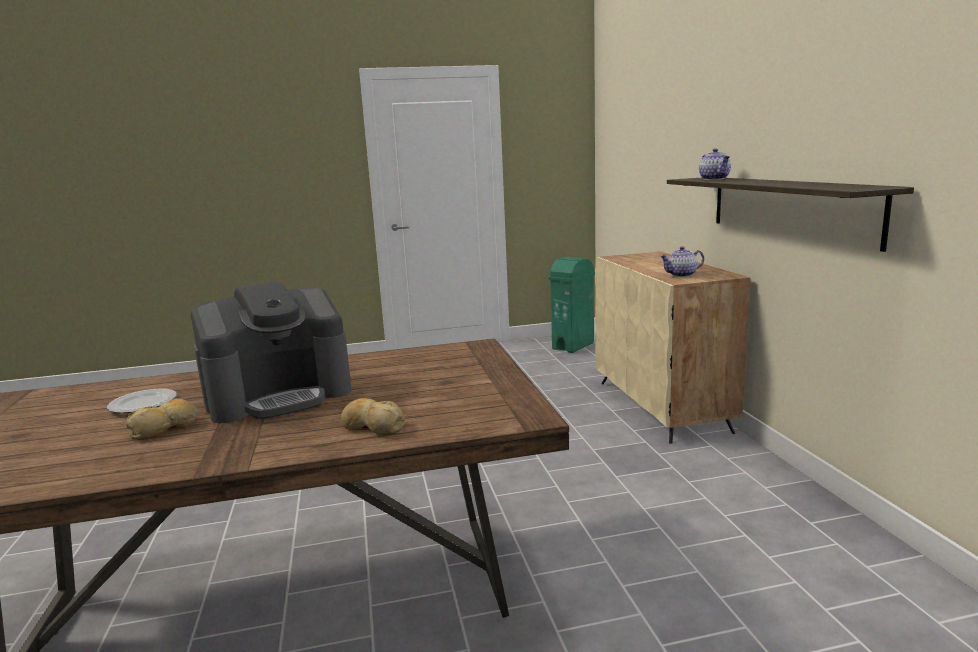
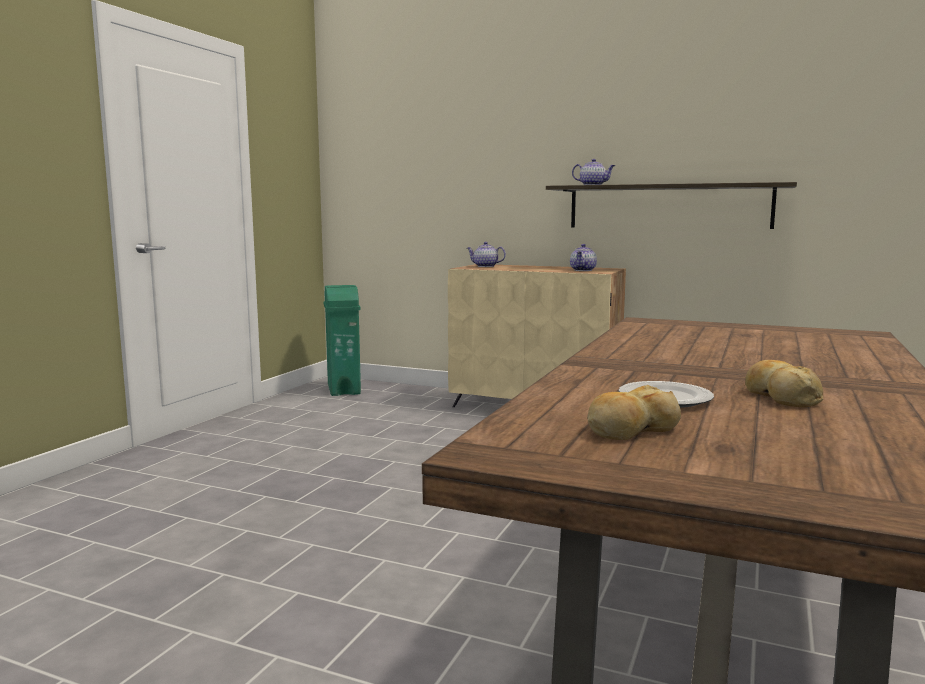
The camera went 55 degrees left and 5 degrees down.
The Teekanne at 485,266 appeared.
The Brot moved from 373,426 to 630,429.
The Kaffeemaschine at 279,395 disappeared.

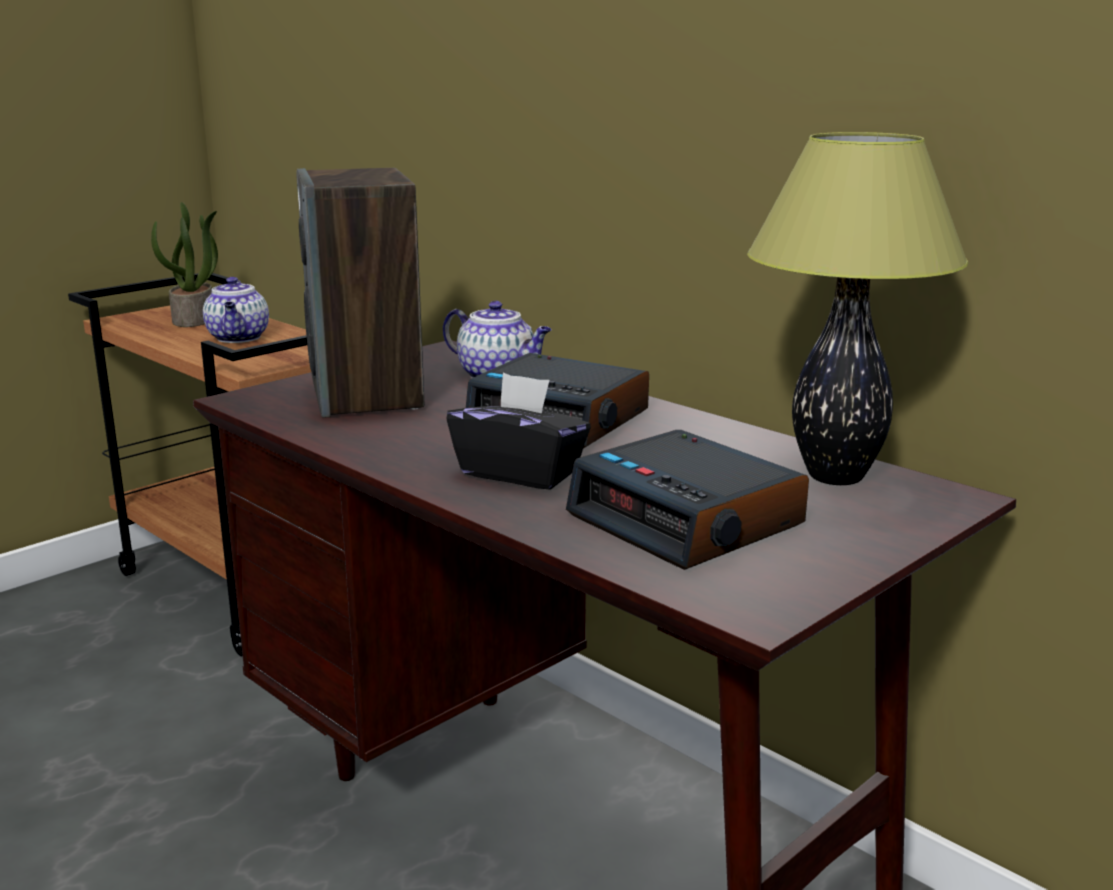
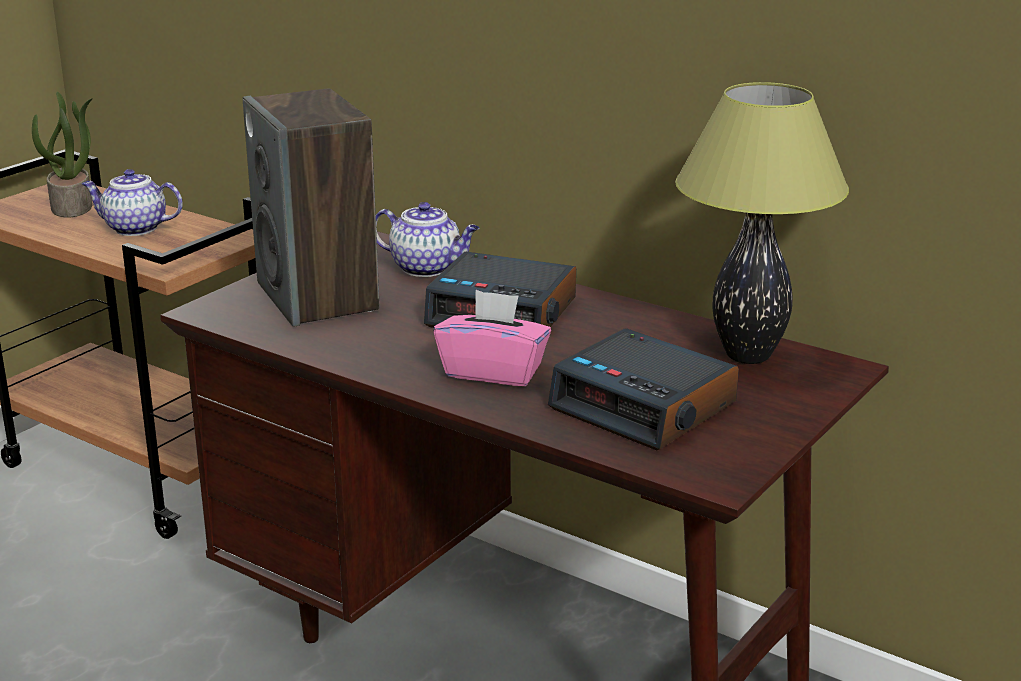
The camera went 10 degrees left and 5 degrees up.
The Teekanne at 239,338 turned 120 degrees clockwise.
The Taschentuchbox/schwarz at 520,473 became the Taschentuchbox/rosa at 493,371.

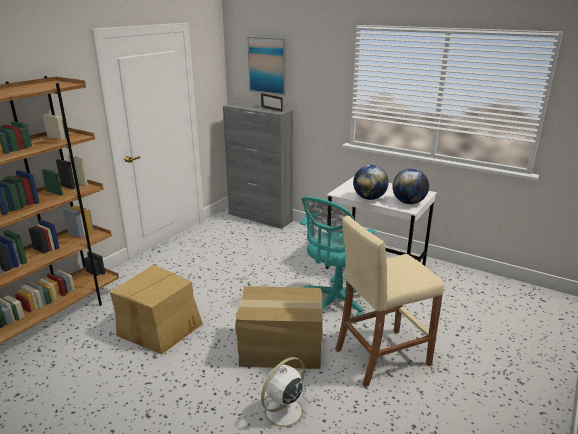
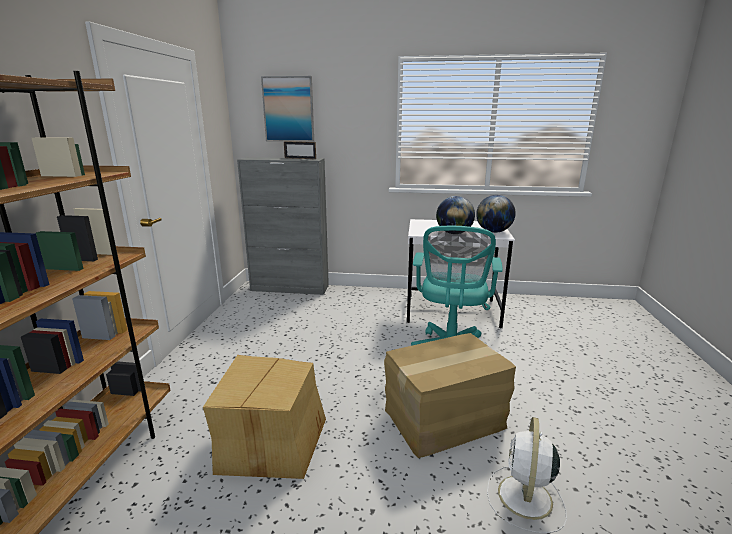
The camera went 25 degrees left and 5 degrees down.
The Hocker/beige at 381,357 disappeared.

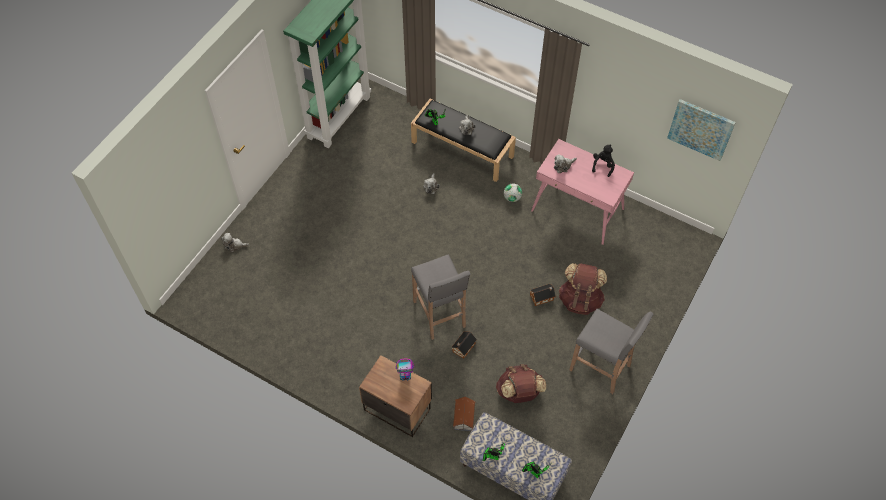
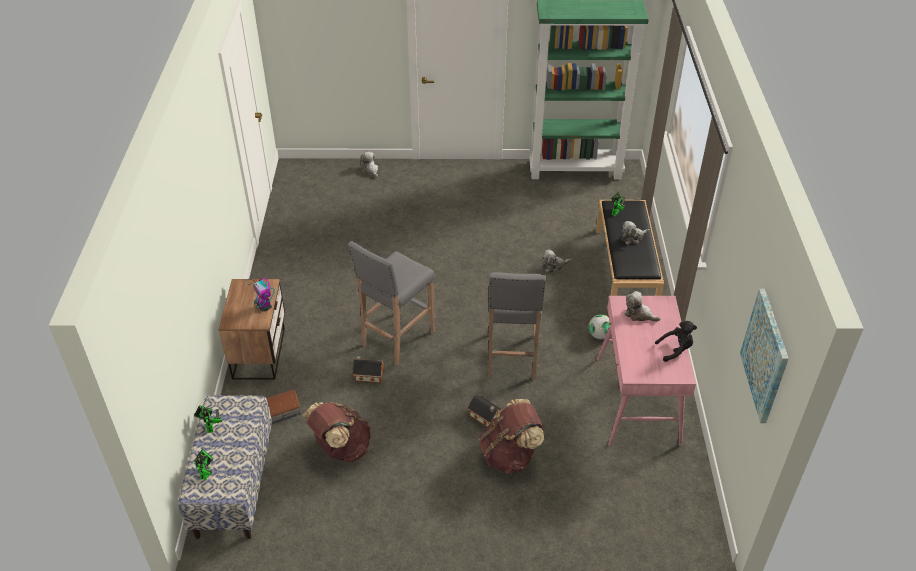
The camera went 60 degrees right and 15 degrees down.
The Hocker/grau moved from 601,368 to 511,357.

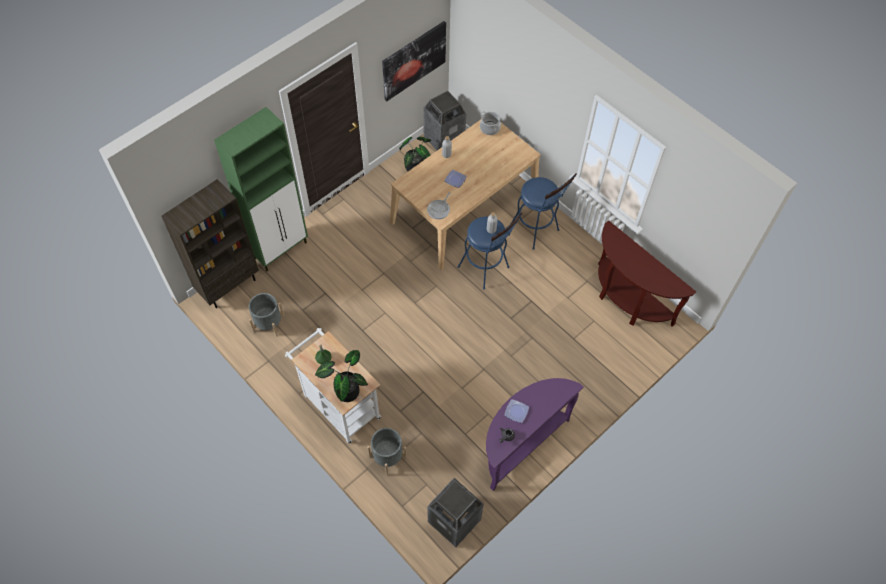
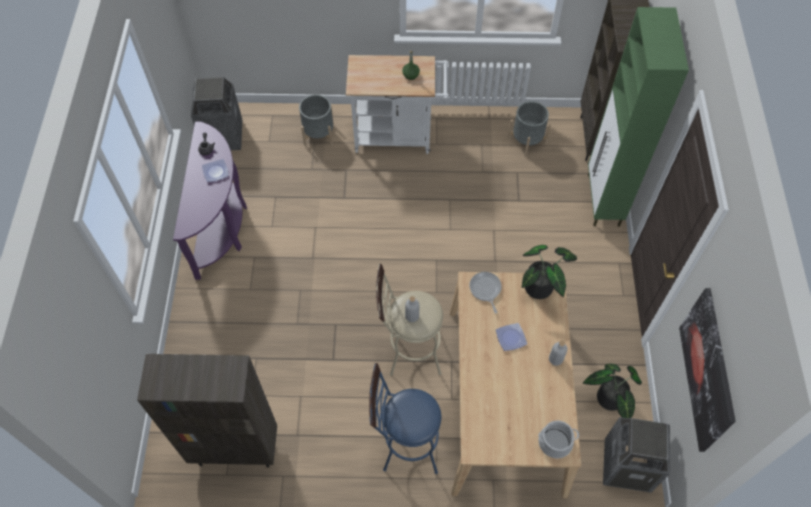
The camera went 135 degrees right and 0 degrees up.
The Konsolentisch/braun at 627,300 was replaced by the Bücherregal/braun at 235,451.
The Hocker/blau at 486,269 became the Hocker/beige at 409,352.
The Topfpflanze moved from 345,389 to 542,287.

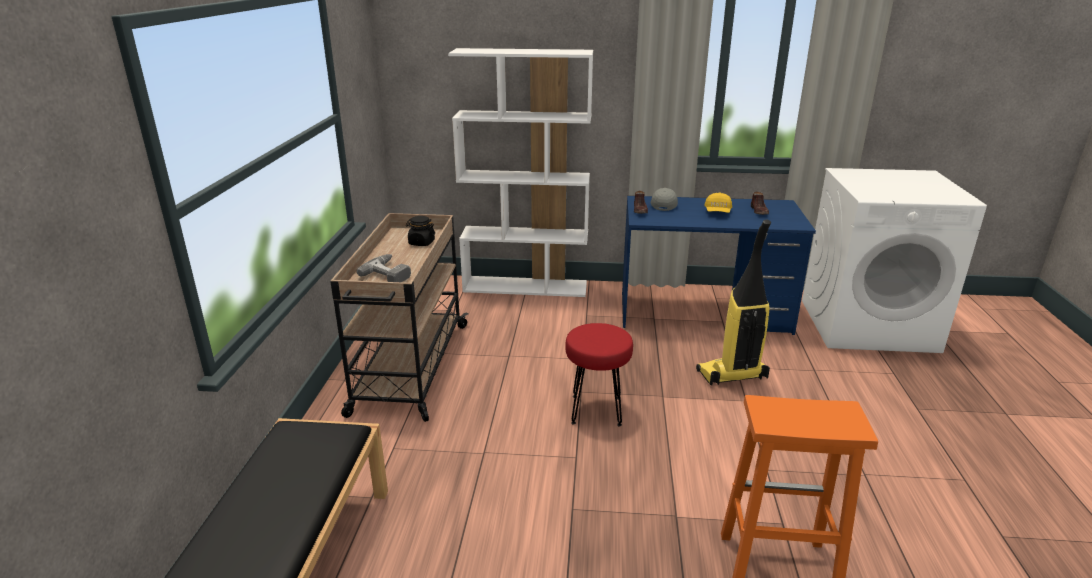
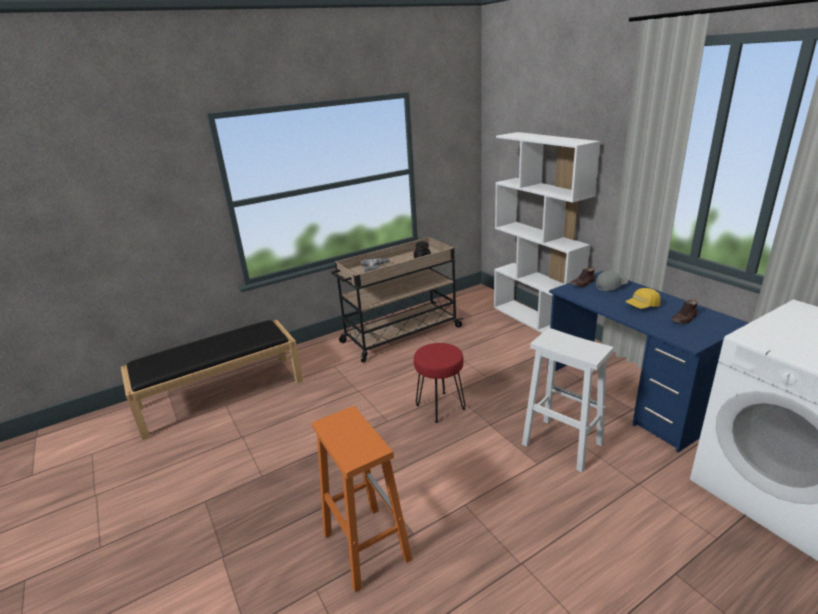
The camera went 55 degrees right and 0 degrees up.
The Staubsauger at 731,375 was replaced by the Hocker/weiß at 561,443.

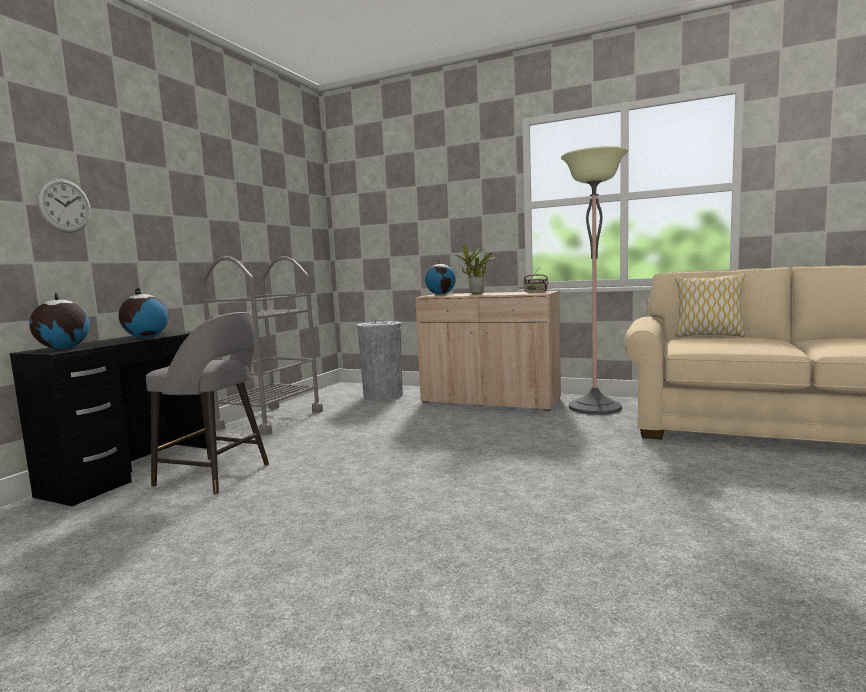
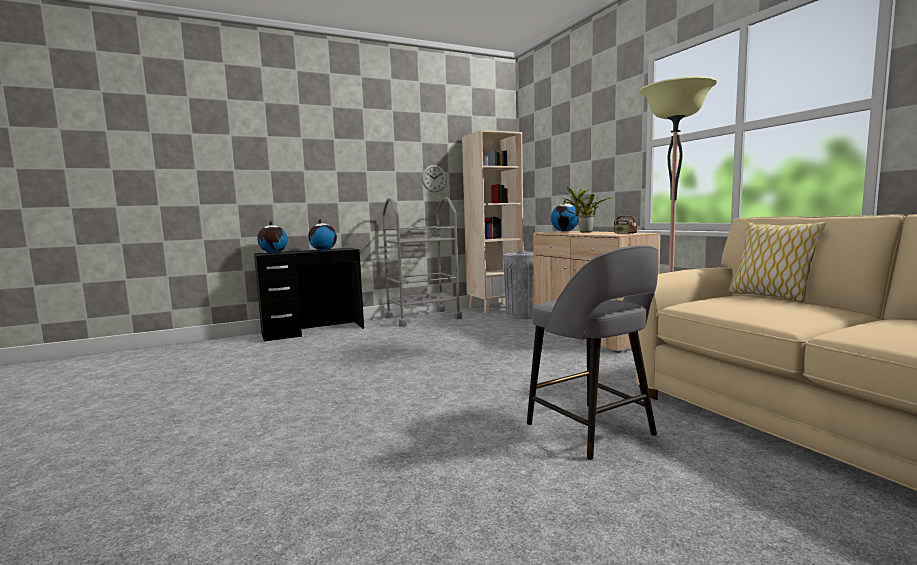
The camera went 40 degrees right and 0 degrees up.
The Wanduhr moved from 64,205 to 434,178.
The Bücherregal/beige at 495,308 appeared.
The Hocker/grau moved from 215,475 to 592,431.

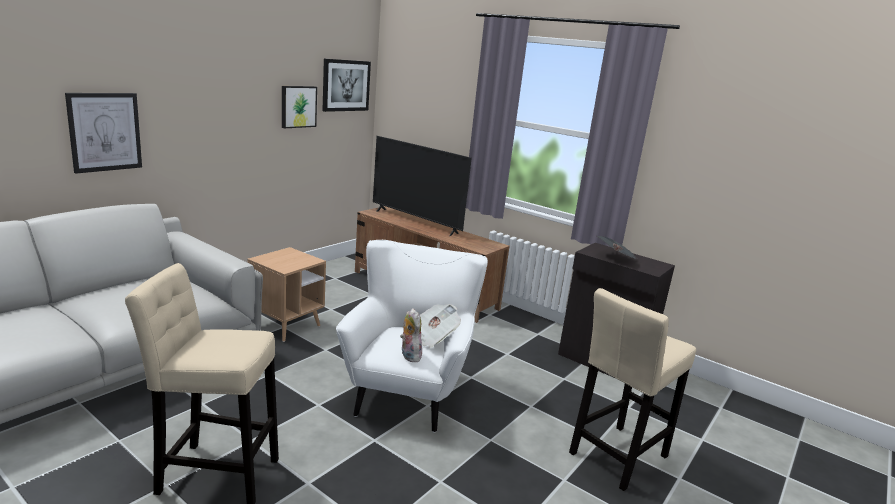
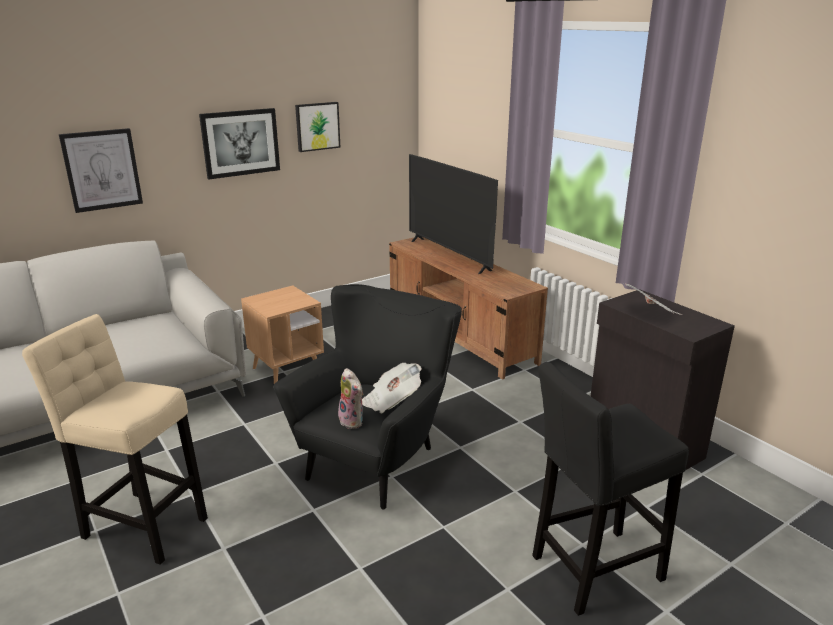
The camera went 20 degrees right and 5 degrees up.
The Bild moved from 346,85 to 240,143.
The Sessel/weiß at 408,392 became the Sessel/schwarz at 378,458.
The Plüschtier at 409,356 turned 150 degrees clockwise.
The Hocker/beige at 615,457 became the Hocker/schwarz at 591,571.

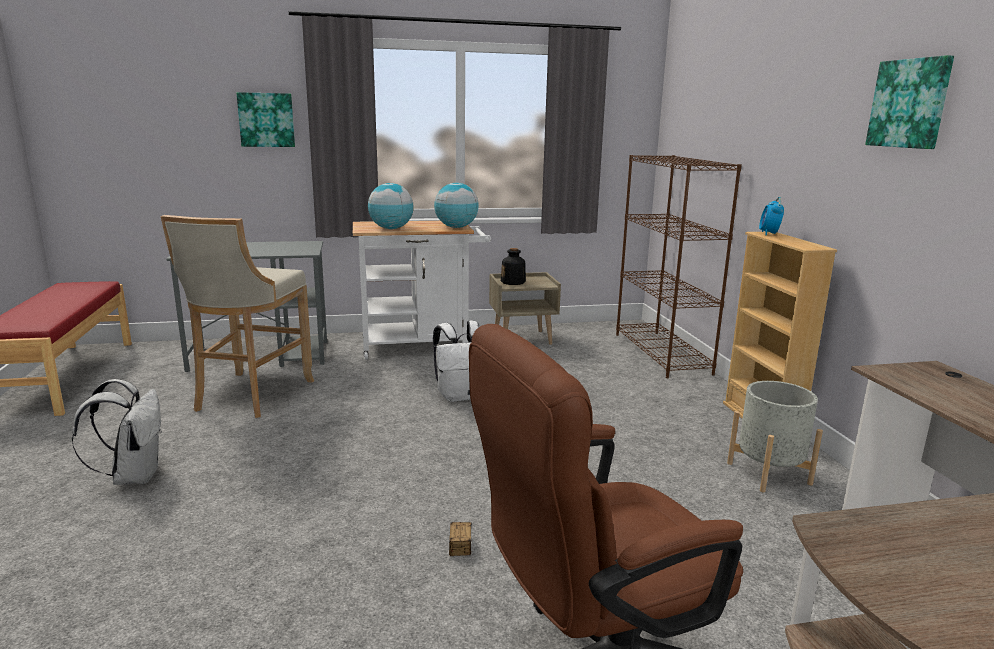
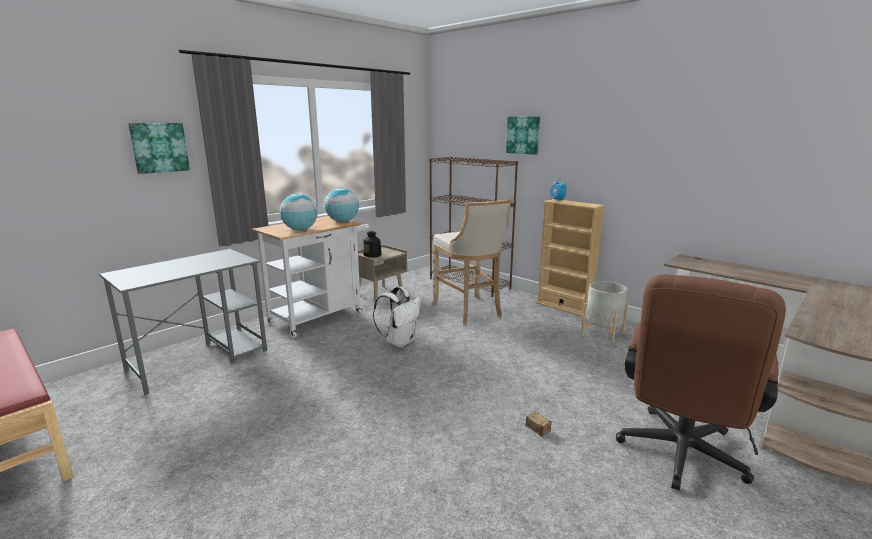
The camera went 35 degrees left and 0 degrees up.
The Hocker/beige moved from 250,396 to 469,310.
The Bild moved from 910,103 to 523,135.
The Rucksack/weiß at 134,476 disappeared.

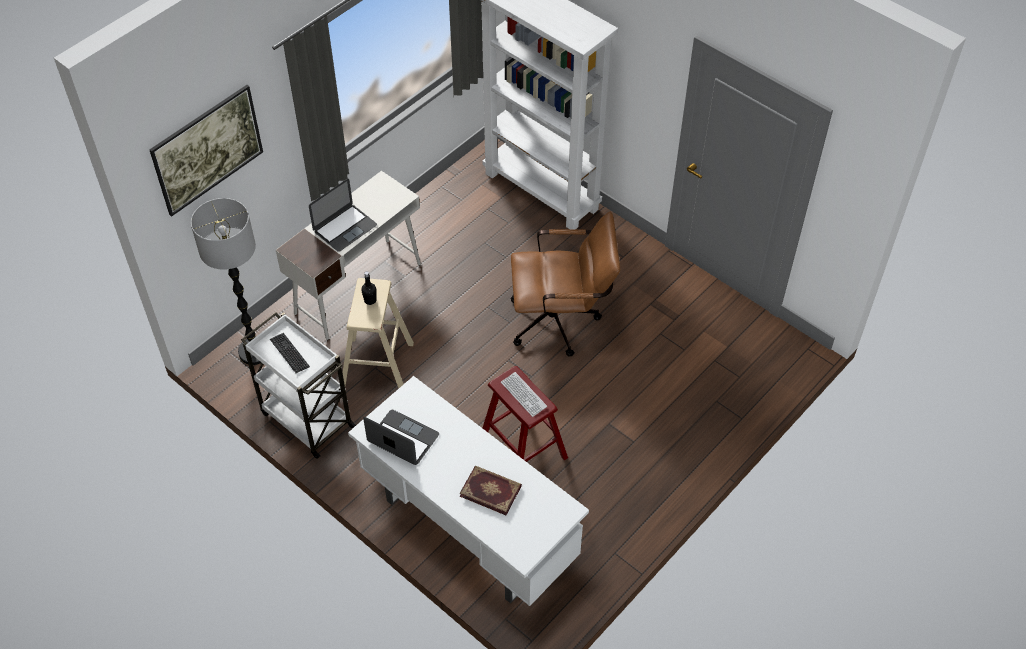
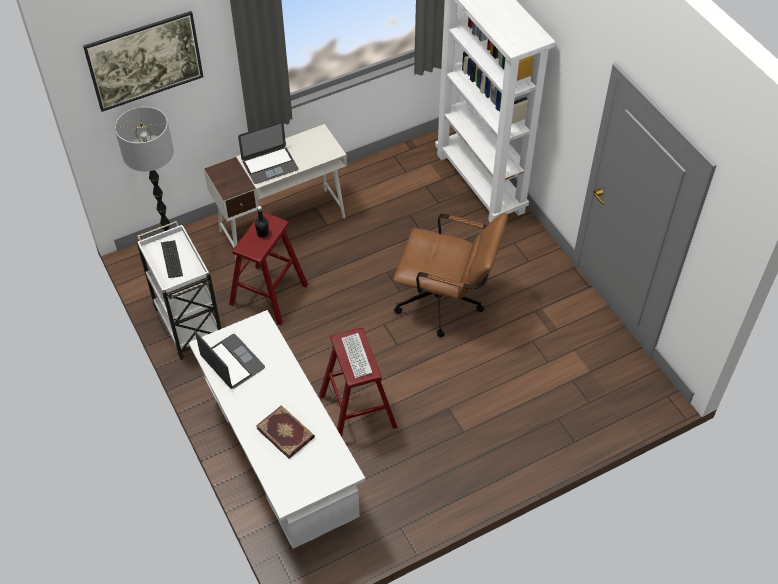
The camera went 20 degrees right and 0 degrees up.
The Hocker/beige at 377,364 became the Hocker/rot at 268,295.

